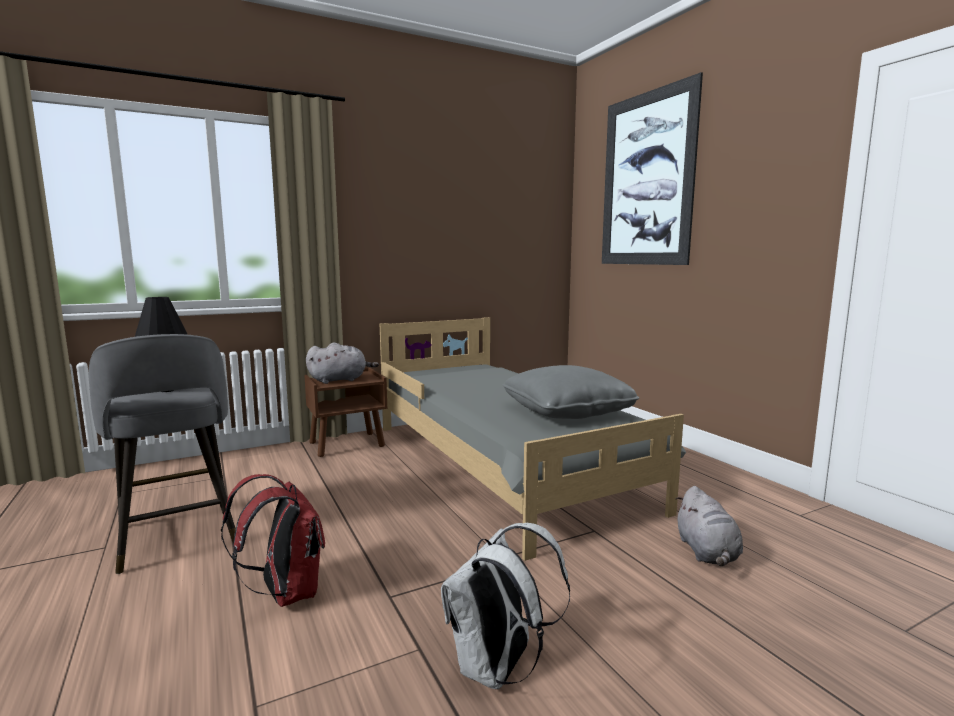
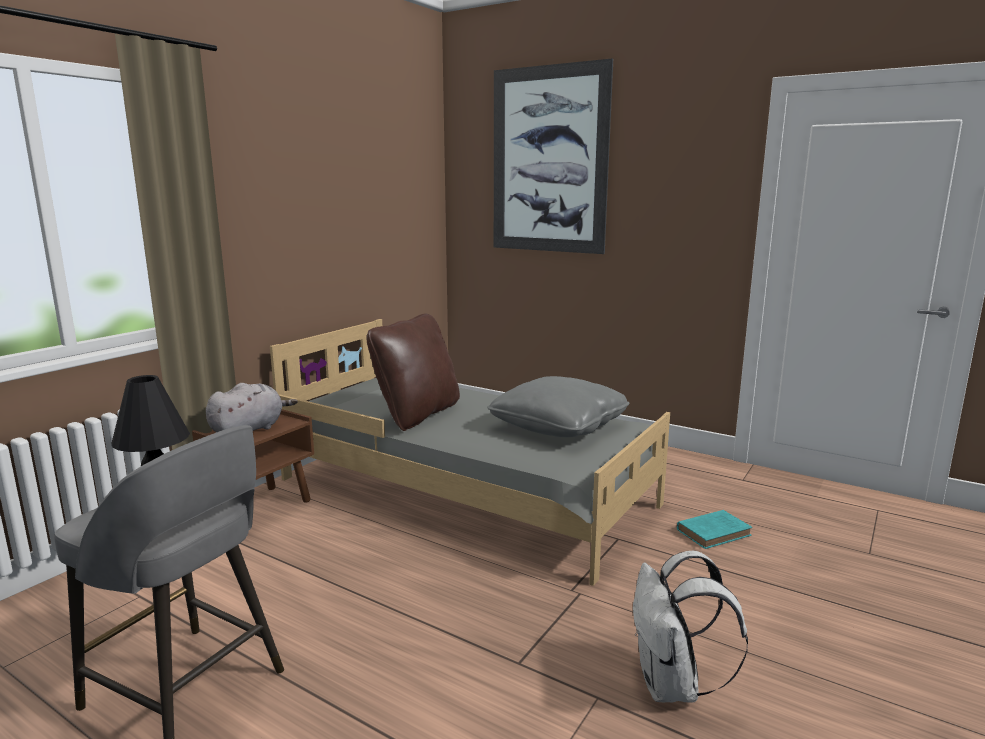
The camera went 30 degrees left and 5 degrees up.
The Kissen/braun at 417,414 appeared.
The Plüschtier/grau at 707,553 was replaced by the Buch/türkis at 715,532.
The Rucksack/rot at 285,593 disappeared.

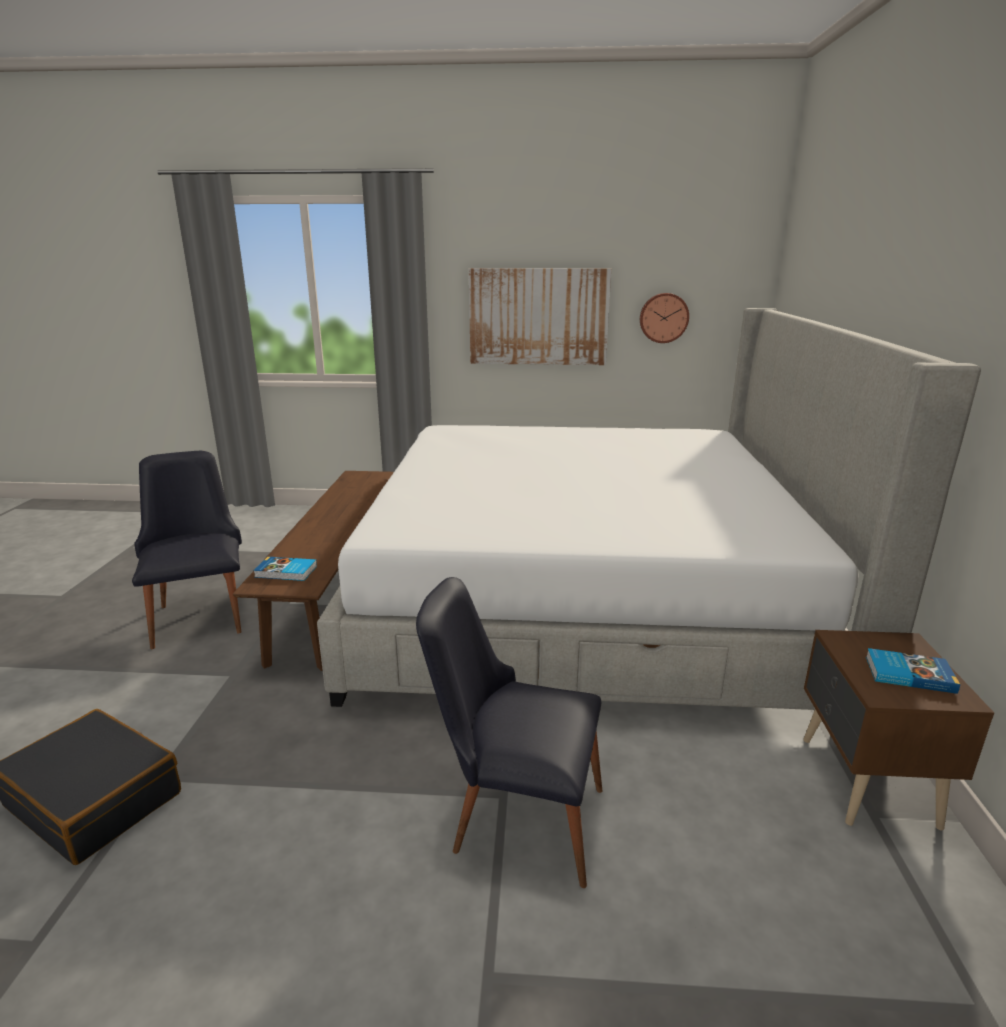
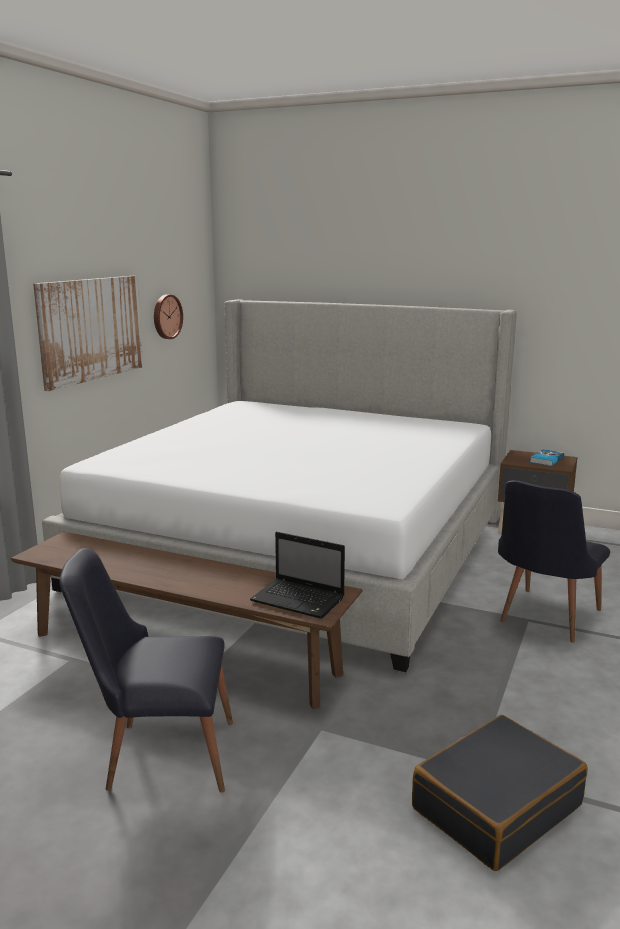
The camera went 70 degrees left and 5 degrees down.
The Buch at 286,572 was replaced by the Laptop at 299,600.

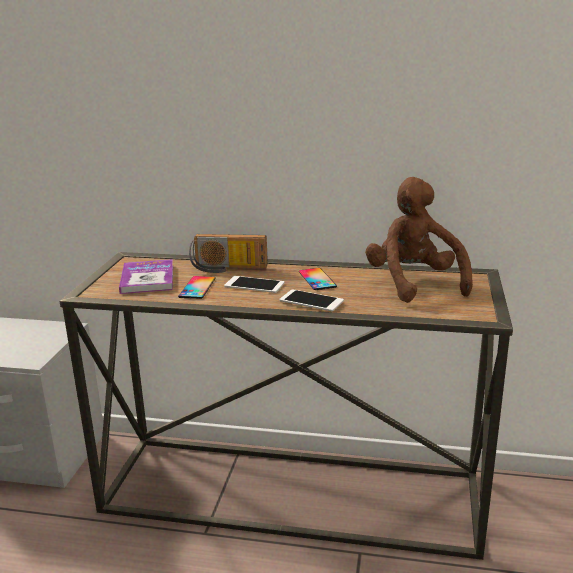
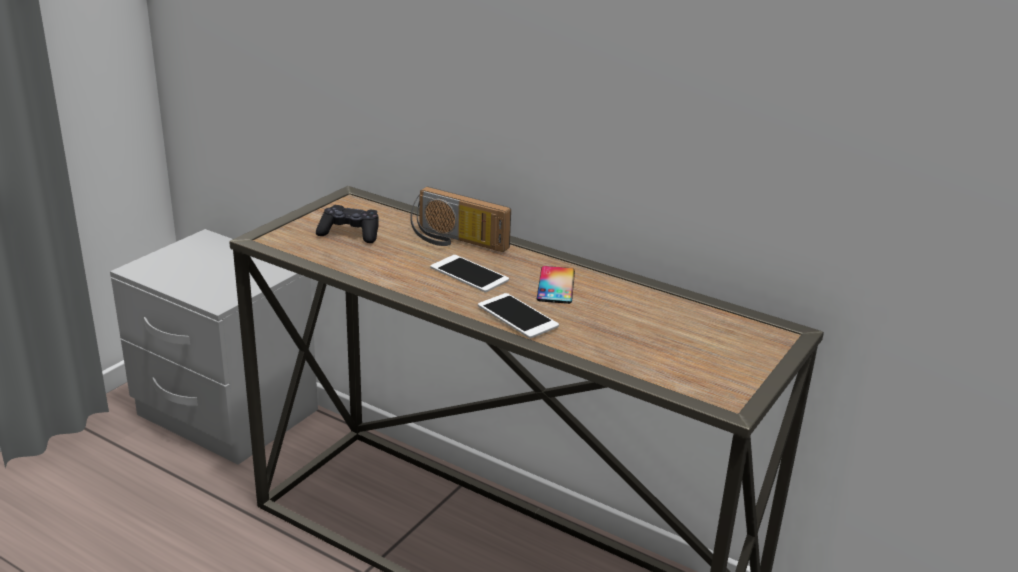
The camera went 20 degrees right and 5 degrees up.
The Buch at 147,279 was replaced by the Gamepad/schwarz at 350,233.
The Handy at 197,287 disappeared.
The Plüschtier/braun at 414,283 disappeared.

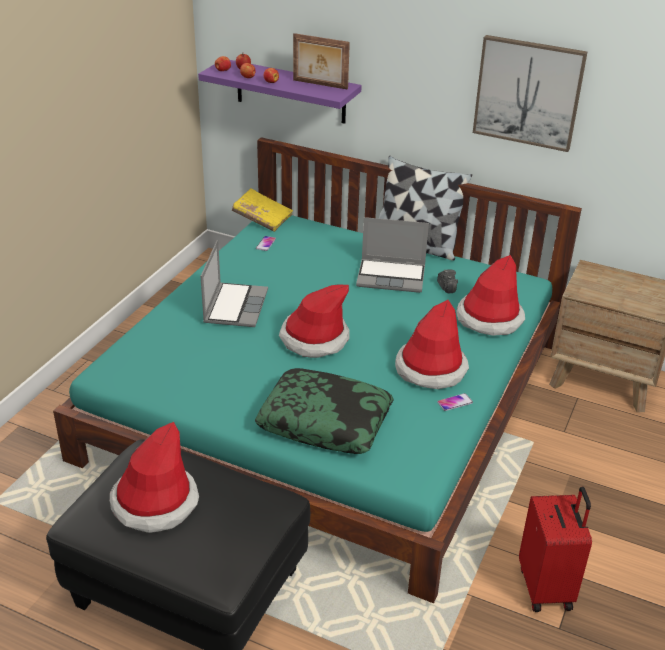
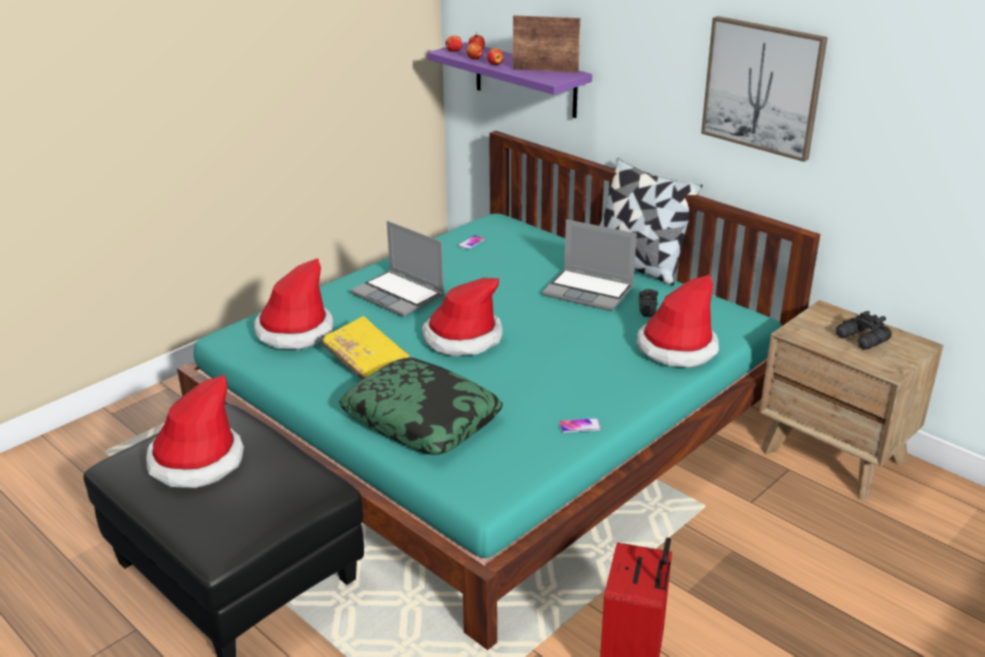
The camera went 20 degrees right and 5 degrees down.
The Hut moved from 430,369 to 294,332.
The Buch/gelb moved from 262,218 to 366,361.
The Laptop at 235,306 turned 105 degrees clockwise.
The Bilderrahmen at 319,85 turned 150 degrees clockwise.
The Fernglas/schwarz at 862,339 appeared.

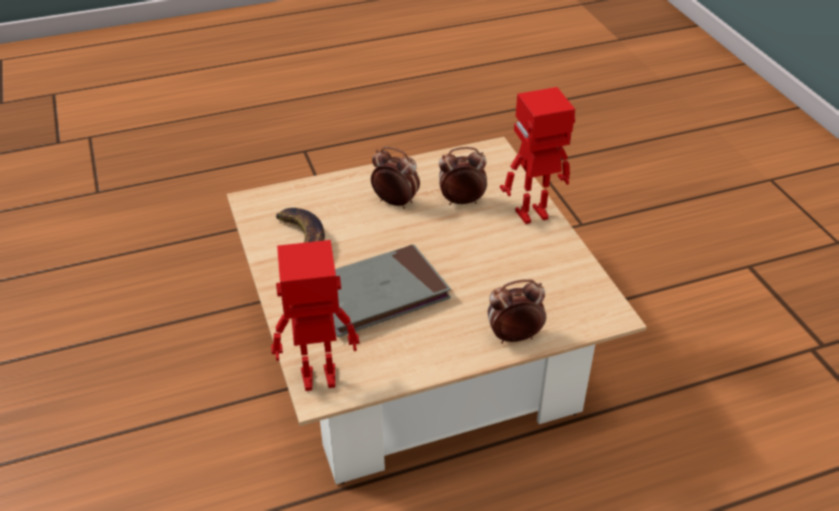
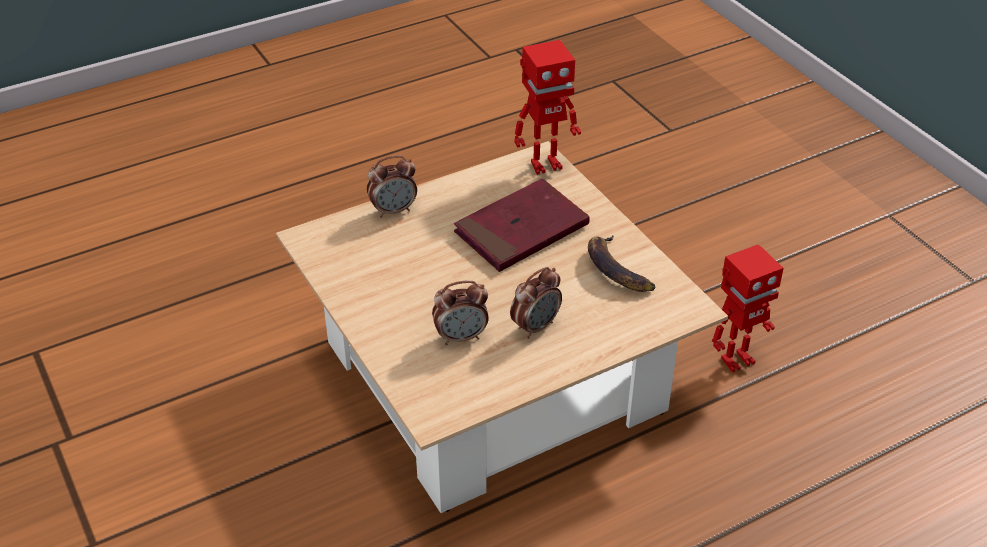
The camera went 170 degrees right and 0 degrees up.
The Buch/grau at 377,294 became the Buch/rot at 521,230.
The Wecker at 395,202 turned 60 degrees counterclockwise.
The Spielzeugroboter moved from 533,215 to 736,360.

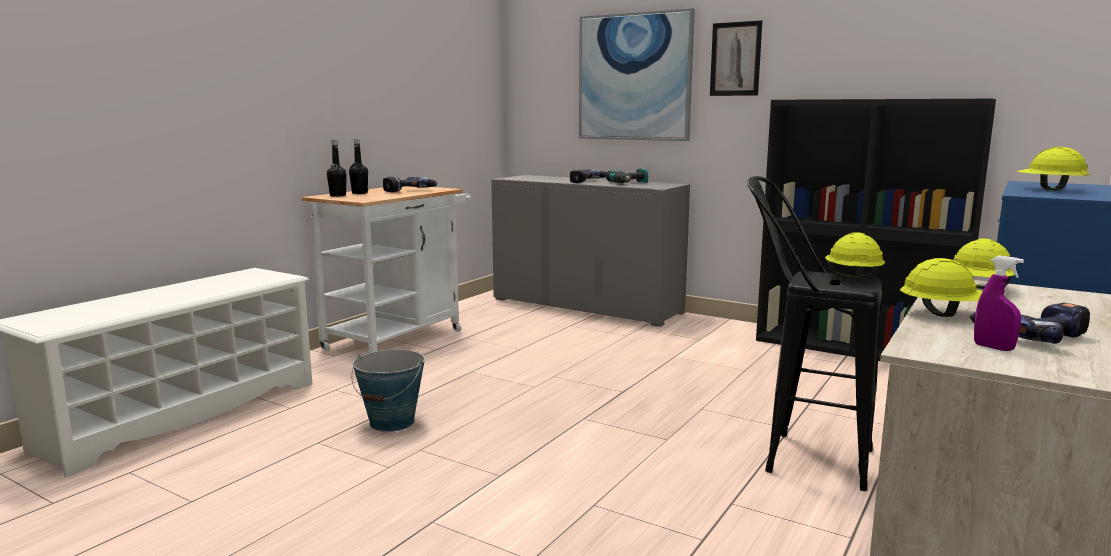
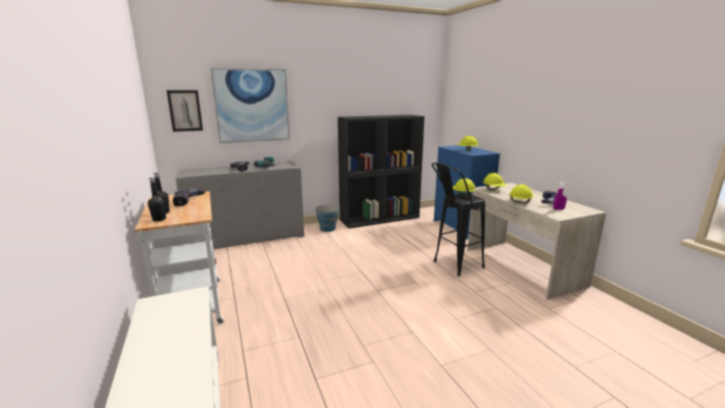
The camera went 55 degrees left and 5 degrees up.
The Bild moved from 735,59 to 185,110.
The Eimer moved from 392,422 to 328,229.

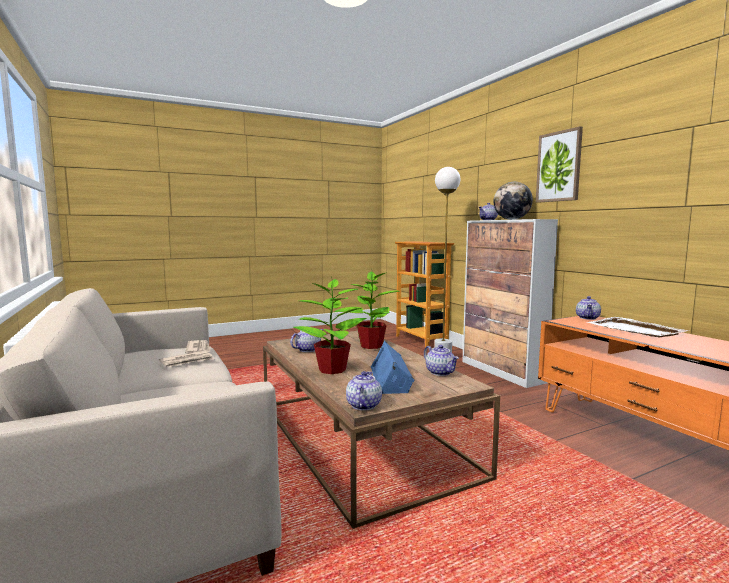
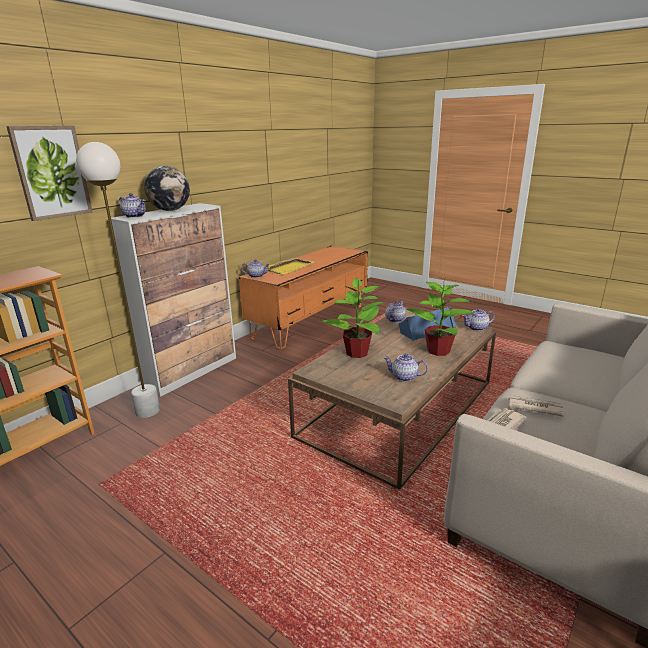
The camera went 115 degrees left and 15 degrees up.
The Bild moved from 559,166 to 51,172.
The Tablett/weiß at 635,330 became the Tablett/gelb at 289,267.

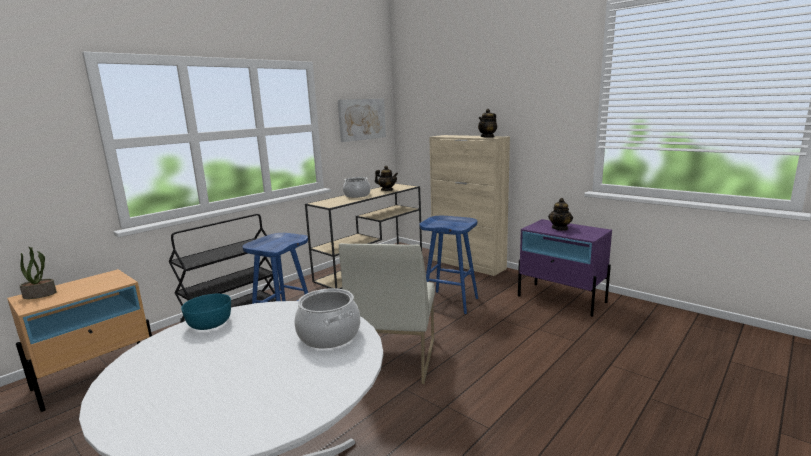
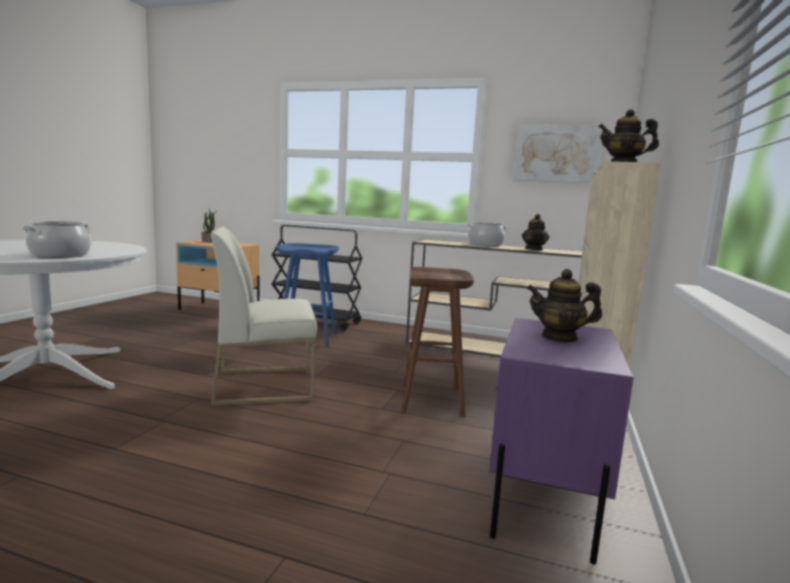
The camera went 65 degrees right and 5 degrees down.
The Hocker/blau at 451,302 became the Hocker/braun at 432,400.
The Schüssel/türkis at 210,323 disappeared.

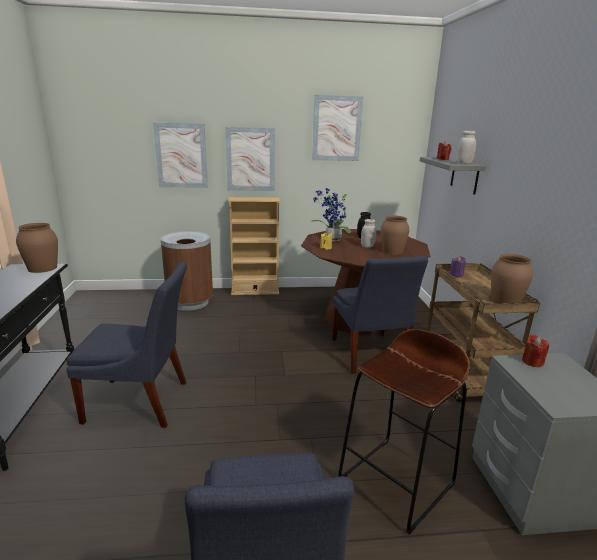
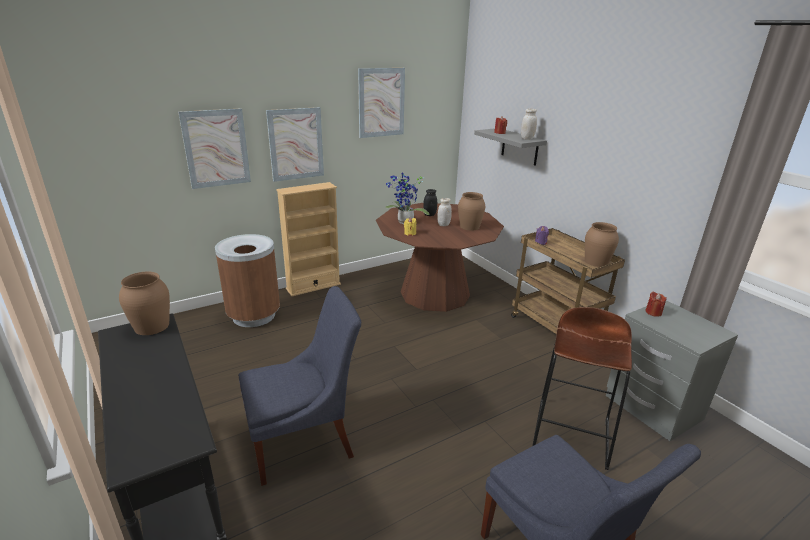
The camera went 25 degrees left and 5 degrees up.
The Stuhl/blau at 369,354 disappeared.

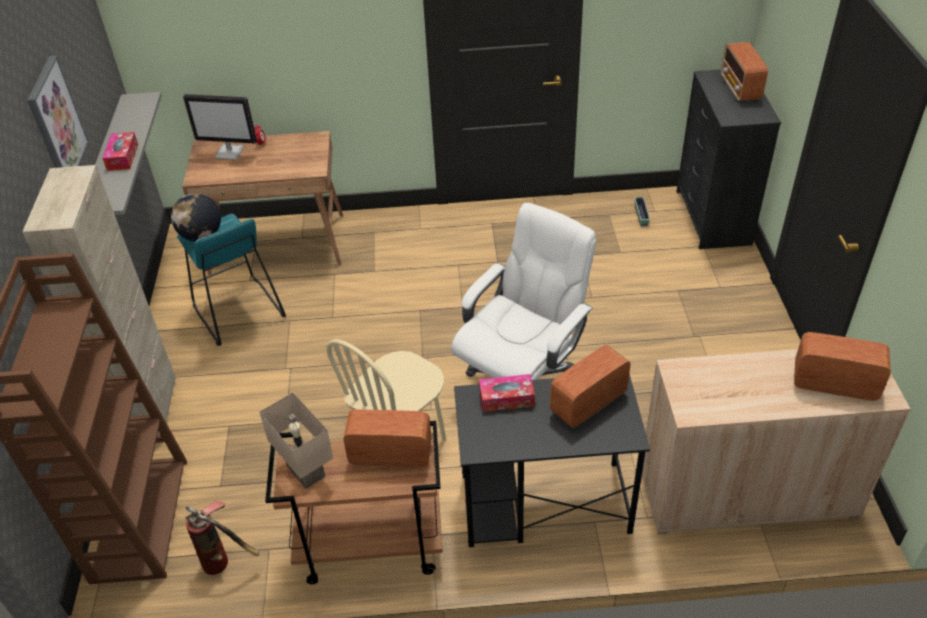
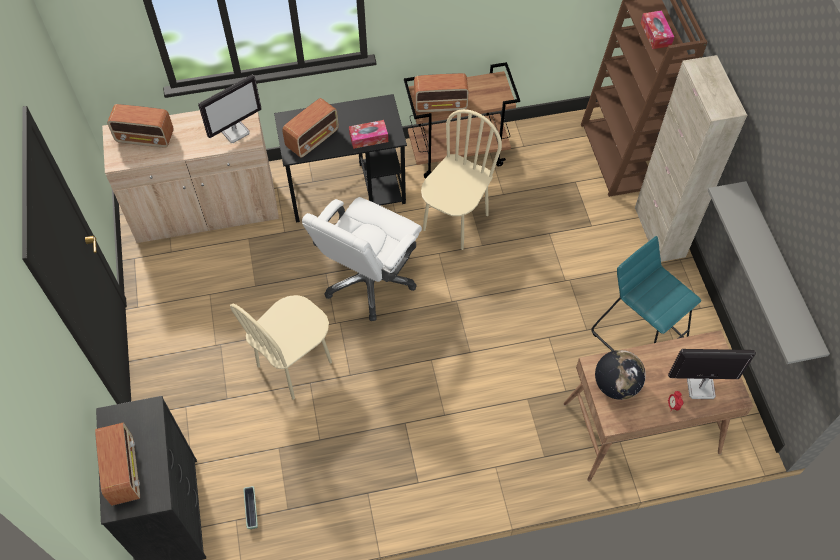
The camera went 170 degrees right and 15 degrees up.
The Monitor at 235,131 appeared.
The Stuhl/beige at 295,364 appeared.
The Globus moved from 201,236 to 616,385.
The Taschentuchbox moved from 122,157 to 655,34.
The Bild at 56,122 disappeared.
The Feuerlöscher at 226,561 disappeared.
The Tischlampe/beige at 303,472 disappeared.

